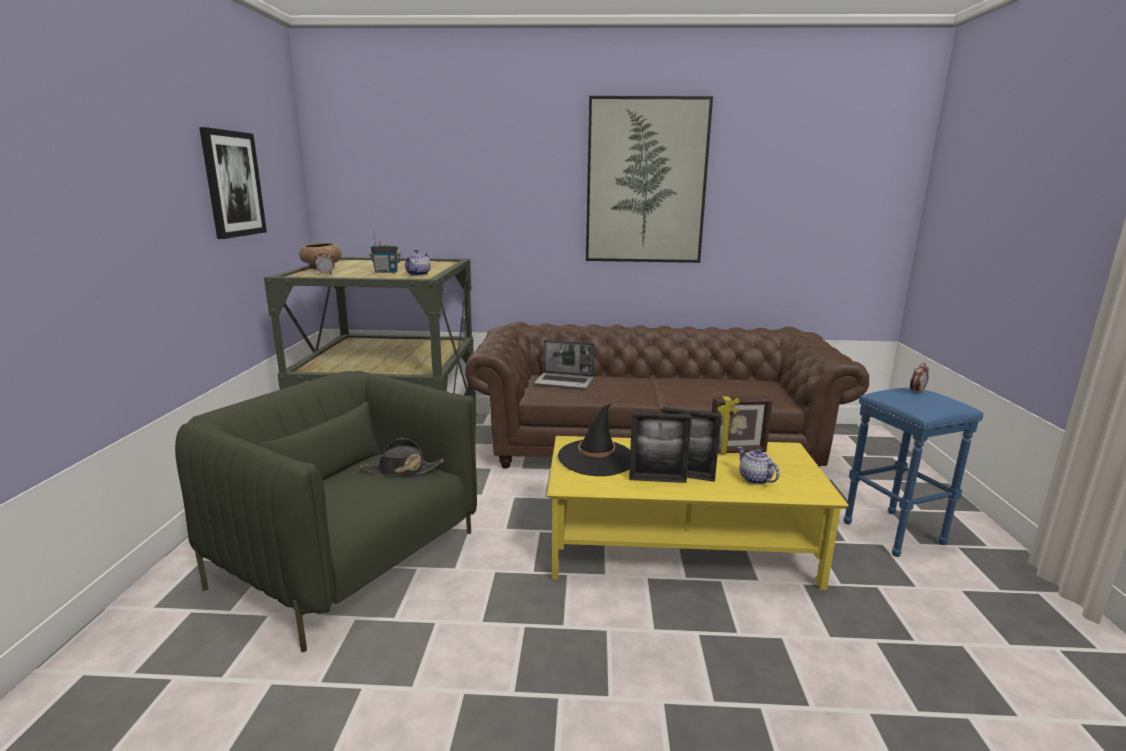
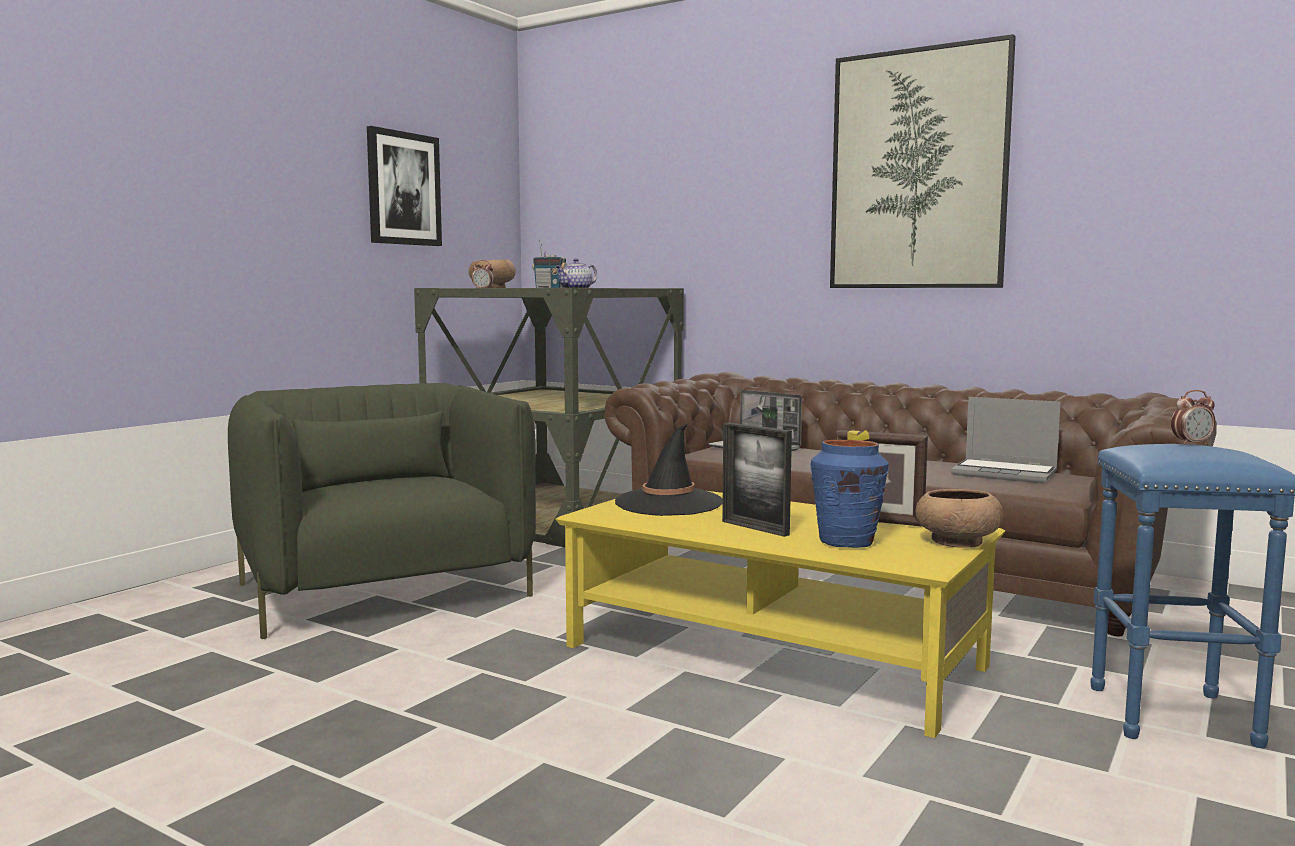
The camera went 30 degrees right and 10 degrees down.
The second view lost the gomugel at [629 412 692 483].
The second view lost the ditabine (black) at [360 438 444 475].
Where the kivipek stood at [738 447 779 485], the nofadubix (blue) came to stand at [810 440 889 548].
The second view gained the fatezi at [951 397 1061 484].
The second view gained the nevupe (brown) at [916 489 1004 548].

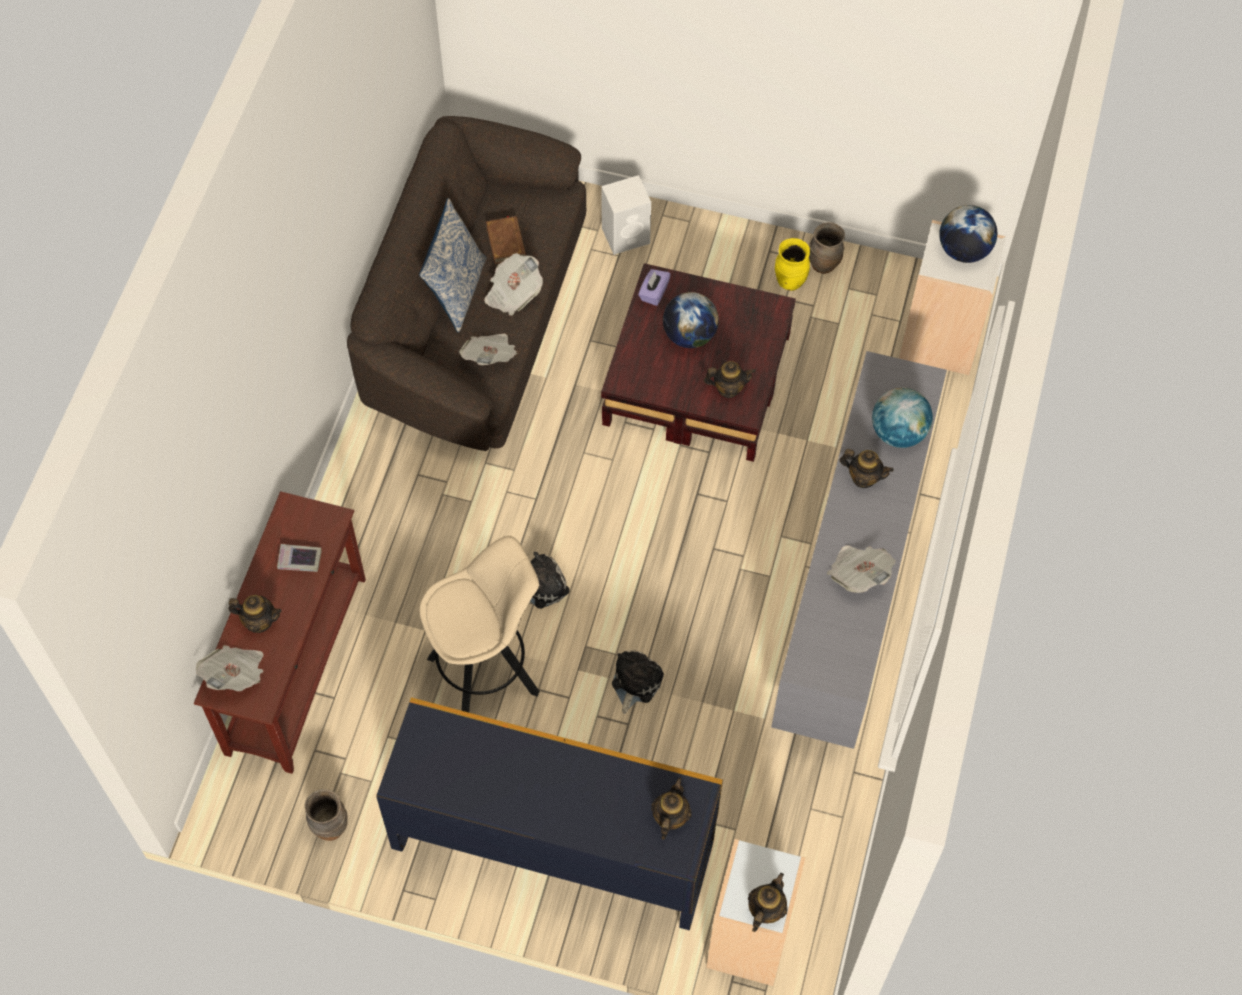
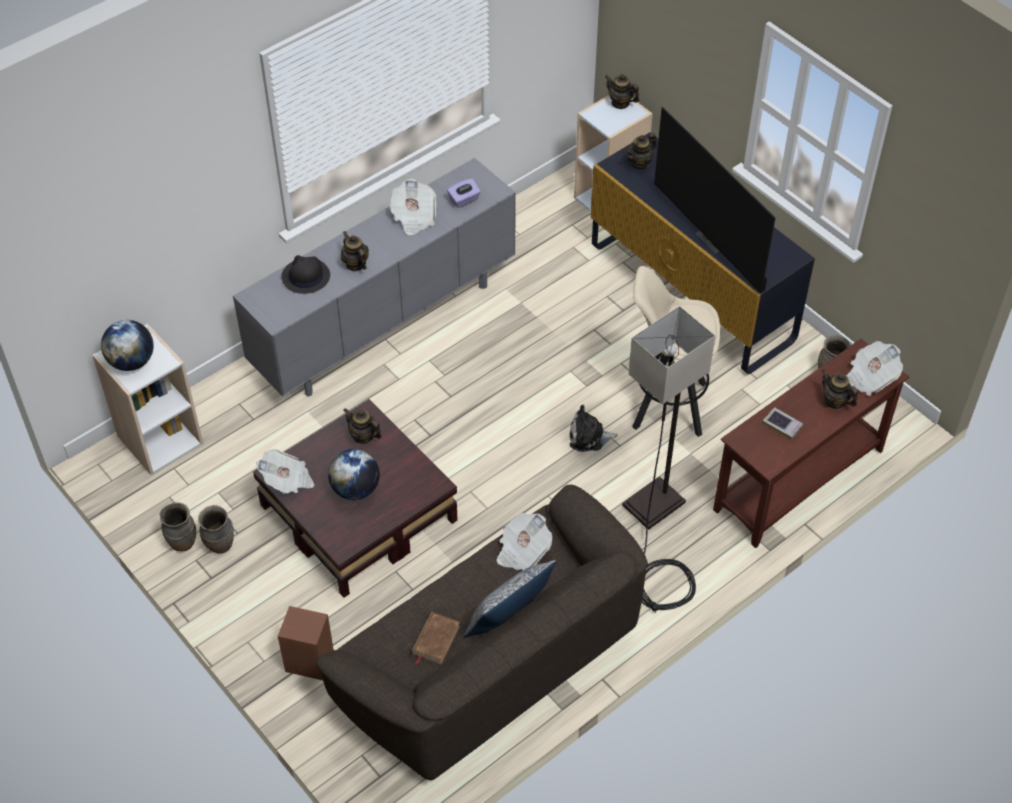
The camera went 145 degrees left and 10 degrees down.
What was the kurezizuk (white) at [601 175 651 255] turned into the kurezizuk (brown) at [278 606 334 680].
What was the nofadubix (yellow) at [775 238 810 291] turned into the nofadubix (brown) at [198 505 234 553].
The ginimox ended up elsewhere, having gone from [484 253 543 316] to [256 449 314 494].
The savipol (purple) ended up elsewhere, having gone from [638 269 671 306] to [447 178 481 208].
Where the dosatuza stood at [872 388 933 448], the ditabine (black) came to stand at [281 255 330 294].
The second view lost the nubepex at [612 650 664 714].
The kivipek at [748 873 788 932] ended up facing another way, 60 degrees clockwise from before.
The second view gained the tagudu at [654 107 775 293].
The second view gained the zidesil at [622 306 715 613].

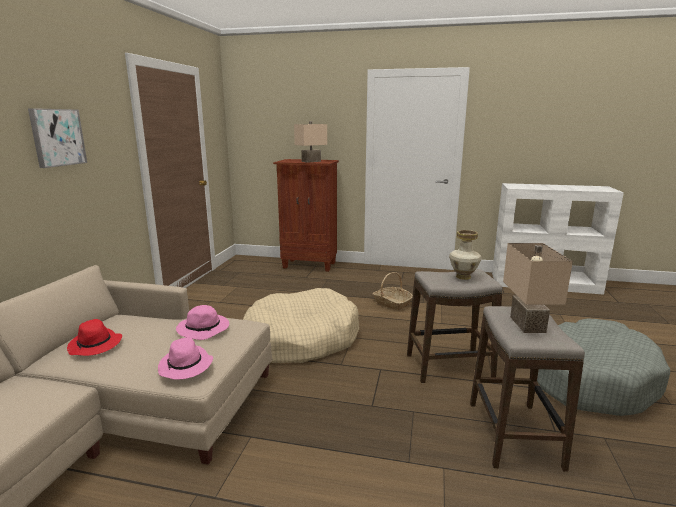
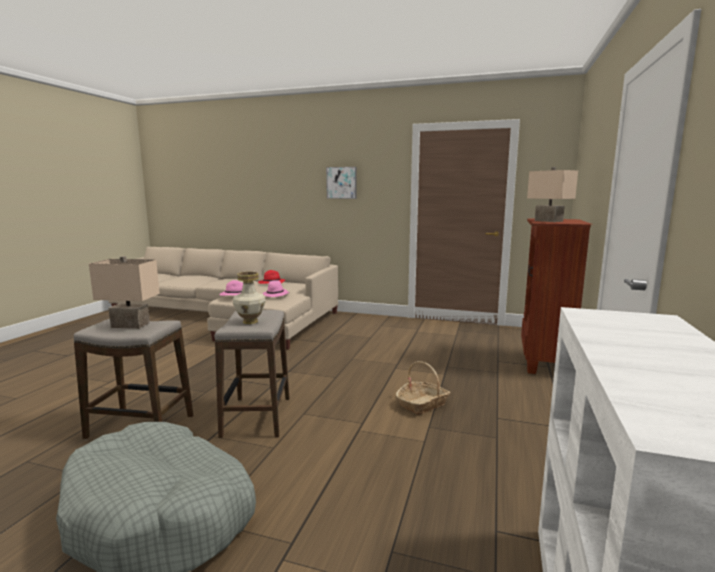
The camera went 95 degrees right and 5 degrees down.
The second view lost the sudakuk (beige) at [243 288 359 363].

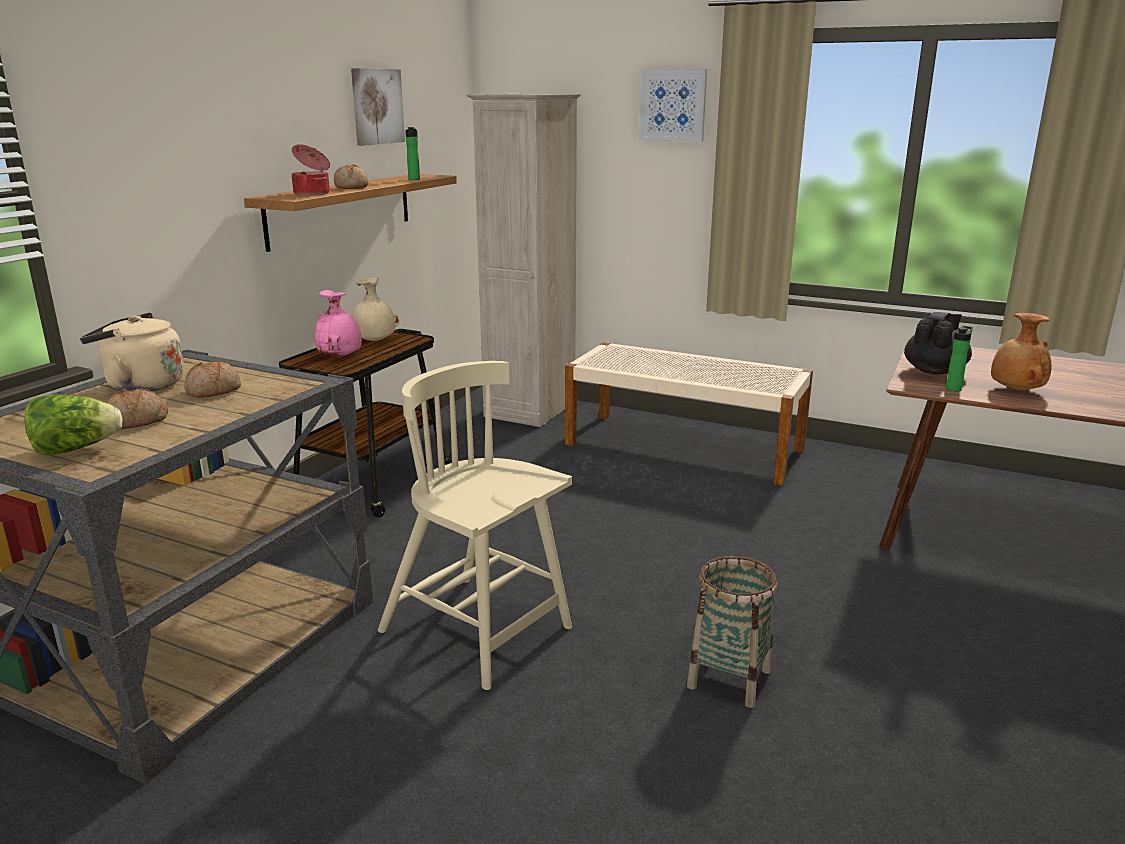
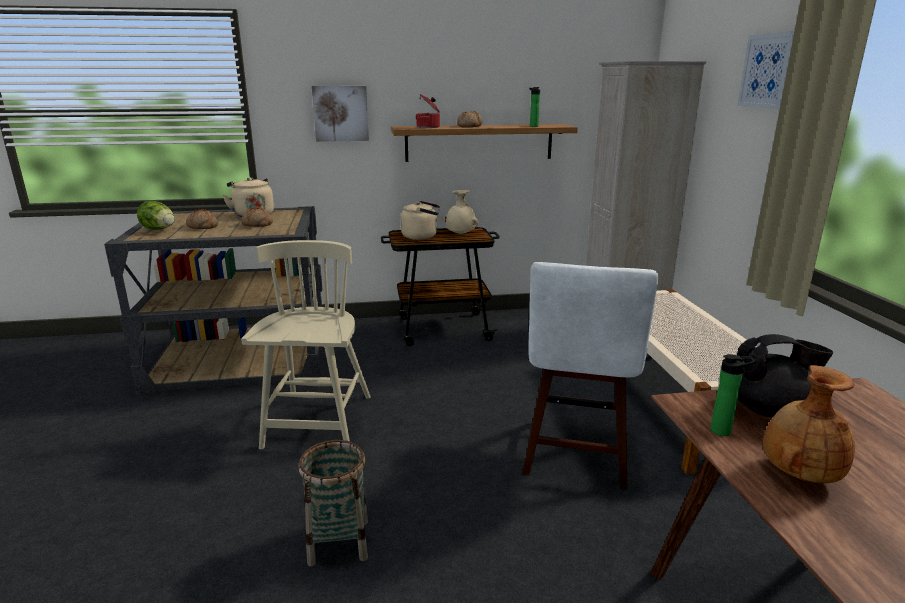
The camera went 55 degrees right and 0 degrees up.
The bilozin ended up elsewhere, having gone from [351 68 405 146] to [312 86 369 142].
Where the nofadubix (pink) stood at [315 290 362 357], the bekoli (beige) came to stand at [401 201 440 240].
The second view gained the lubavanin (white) at [522 262 658 490].

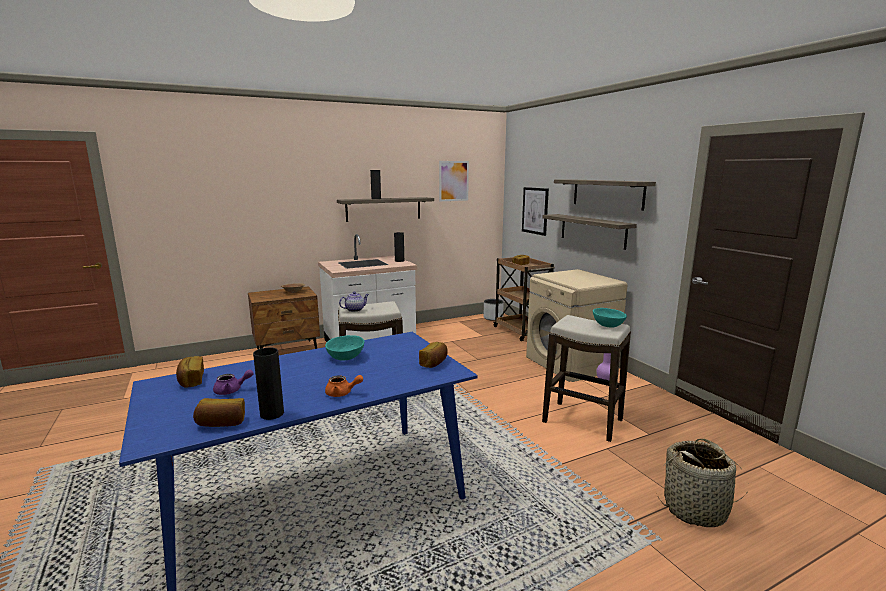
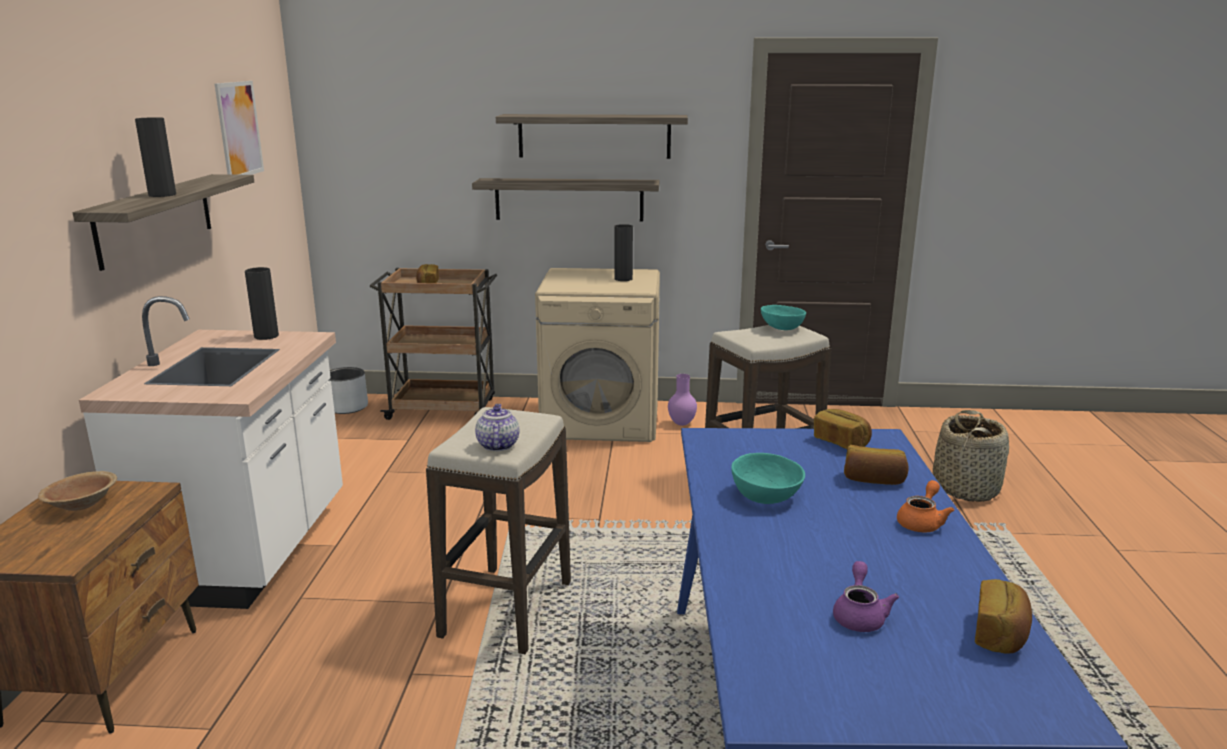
The camera went 60 degrees left and 5 degrees up.
The second view lost the bilozin at [522 187 549 236].
The nofadubix (black) ended up elsewhere, having gone from [253 347 284 420] to [614 224 633 281].
The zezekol ended up elsewhere, having gone from [176 356 204 388] to [844 445 908 485].

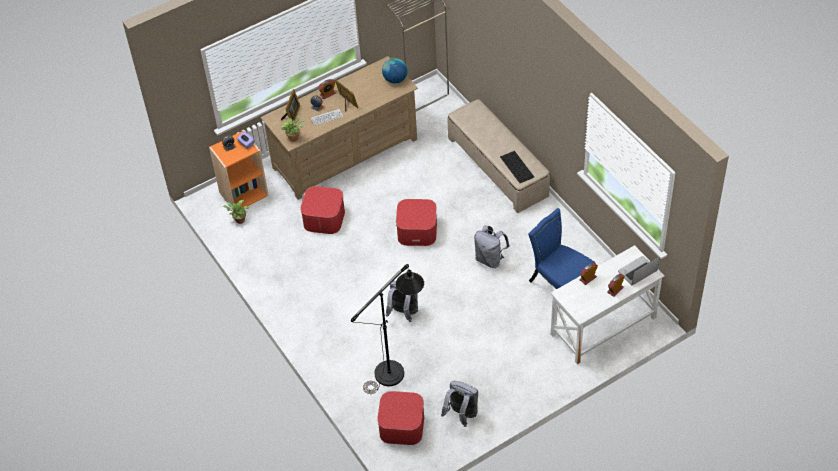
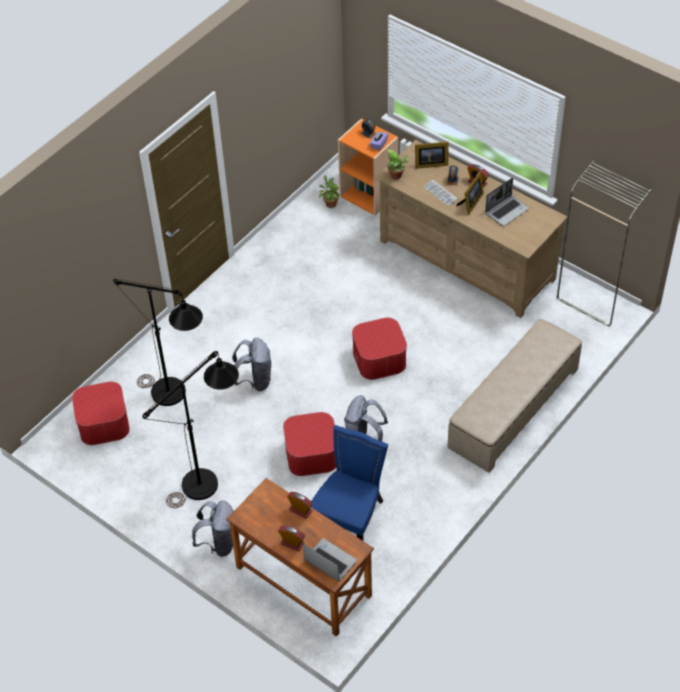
The camera went 70 degrees right and 0 degrees up.
The second view lost the dosatuza at [382 58 408 84].
The second view lost the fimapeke at [500 151 534 183].
The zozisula ended up elsewhere, having gone from [300 186 345 234] to [283 412 336 476].
What was the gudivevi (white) at [551 245 665 364] turned into the gudivevi (brown) at [226 478 374 637].
The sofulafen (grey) ended up elsewhere, having gone from [441 381 478 427] to [192 501 233 557].
The second view gained the fatezi at [485 178 529 226].
The second view gained the zidesil (black) at [142 351 239 508].

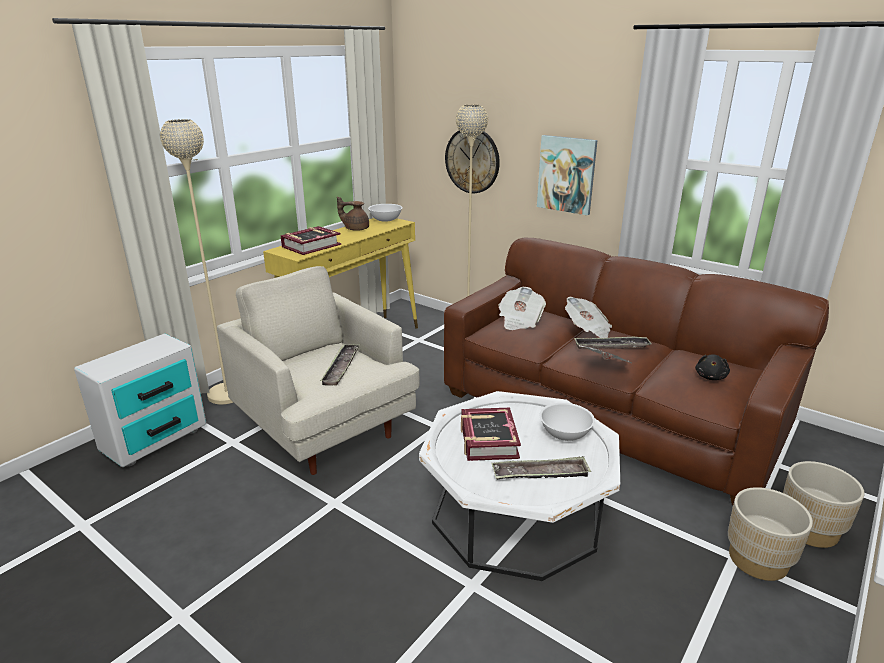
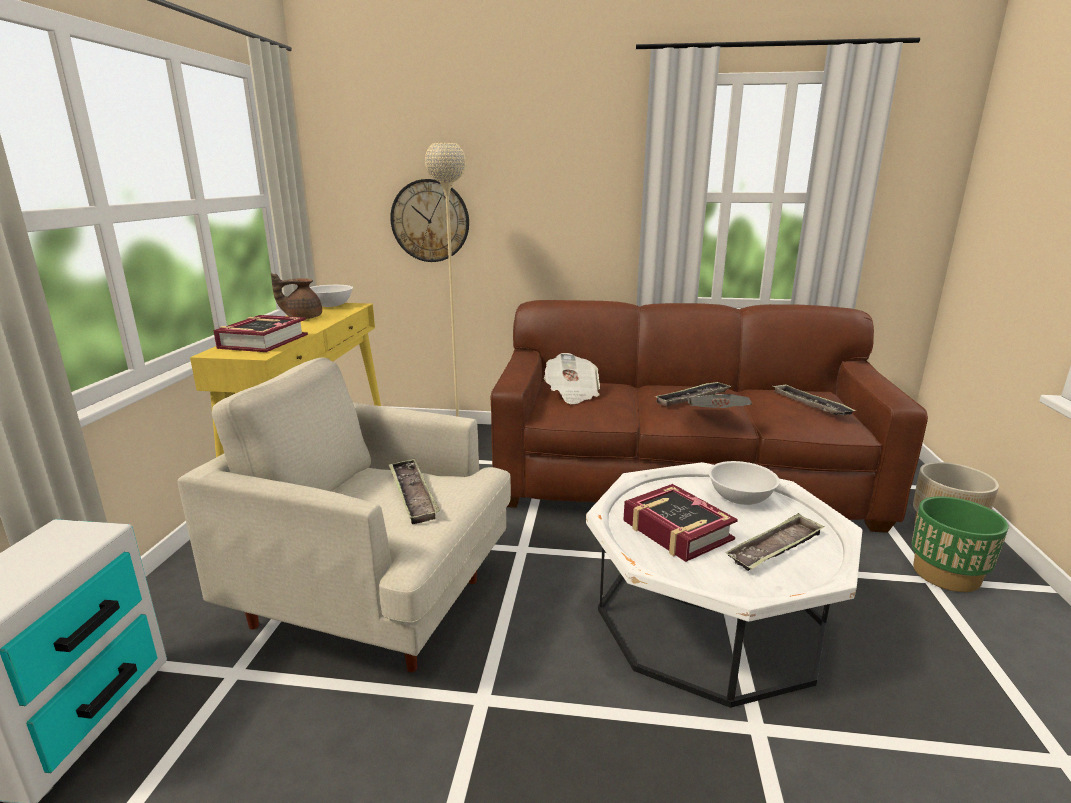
The camera went 30 degrees left and 5 degrees down.
The second view lost the zidesil (beige) at [160 119 234 404].
The second view lost the bilozin at [537 135 598 216].
The second view lost the ginimox at [565 297 612 338].
Where the nubepex (black) stood at [695 354 730 380], the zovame came to stand at [772 384 856 415].
What was the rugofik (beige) at [728 487 813 581] turned into the rugofik (green) at [912 496 1009 592].

